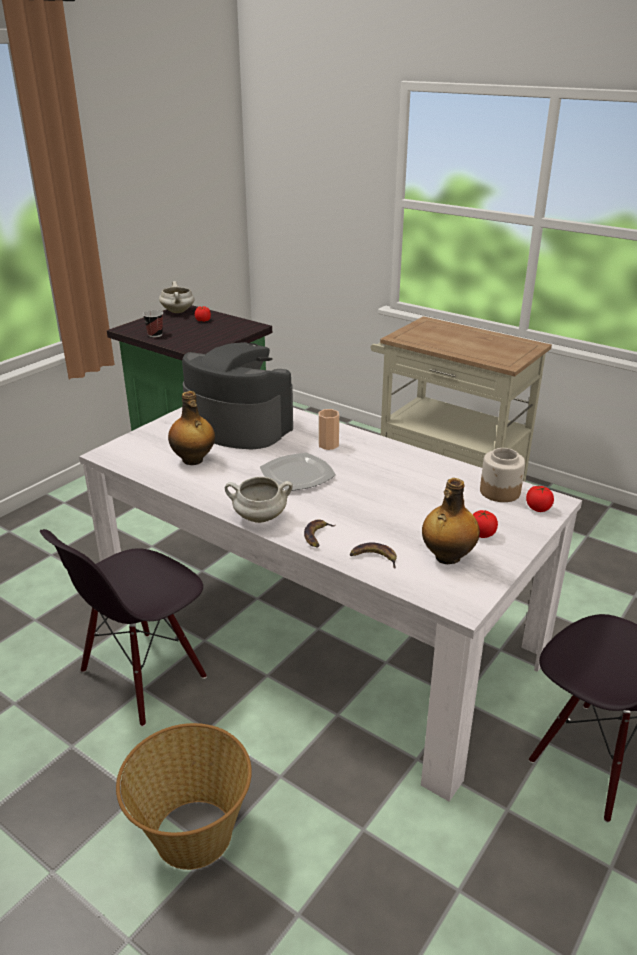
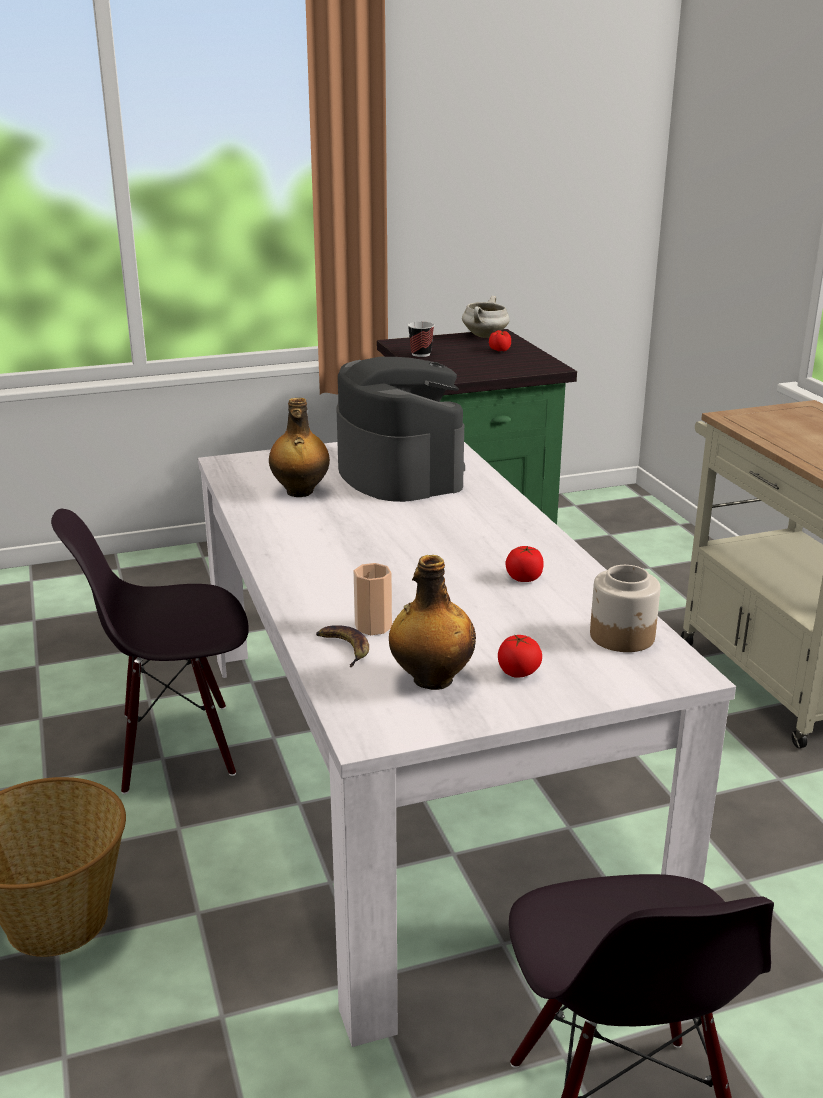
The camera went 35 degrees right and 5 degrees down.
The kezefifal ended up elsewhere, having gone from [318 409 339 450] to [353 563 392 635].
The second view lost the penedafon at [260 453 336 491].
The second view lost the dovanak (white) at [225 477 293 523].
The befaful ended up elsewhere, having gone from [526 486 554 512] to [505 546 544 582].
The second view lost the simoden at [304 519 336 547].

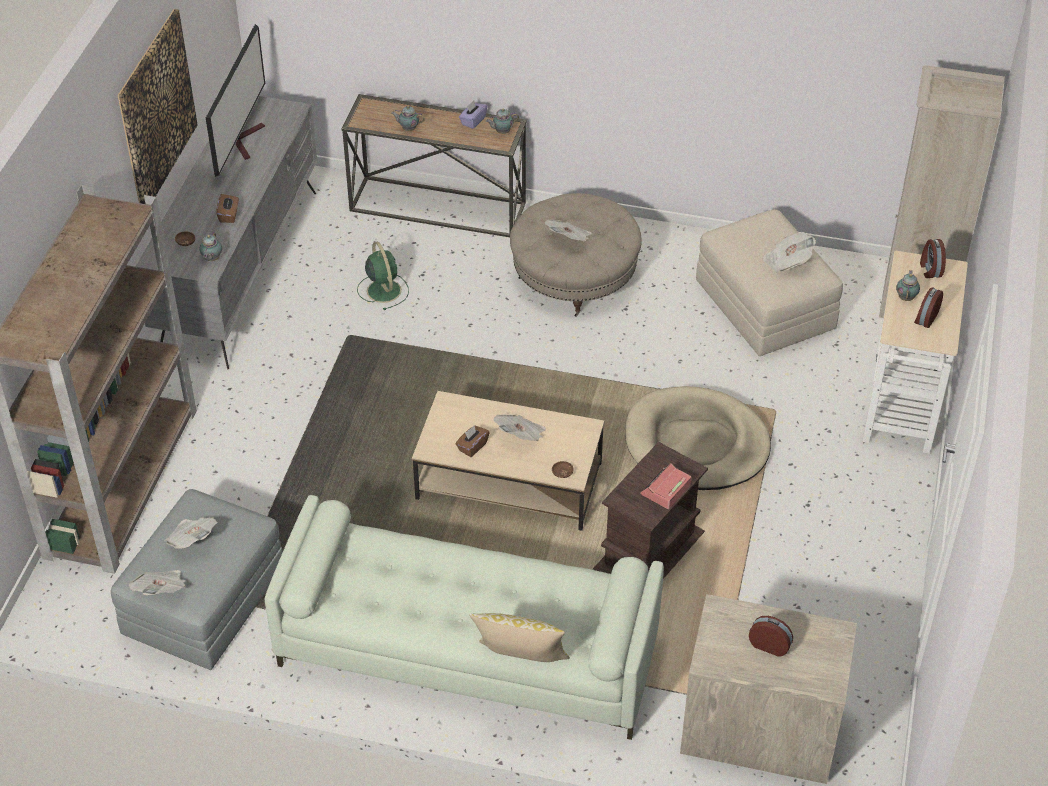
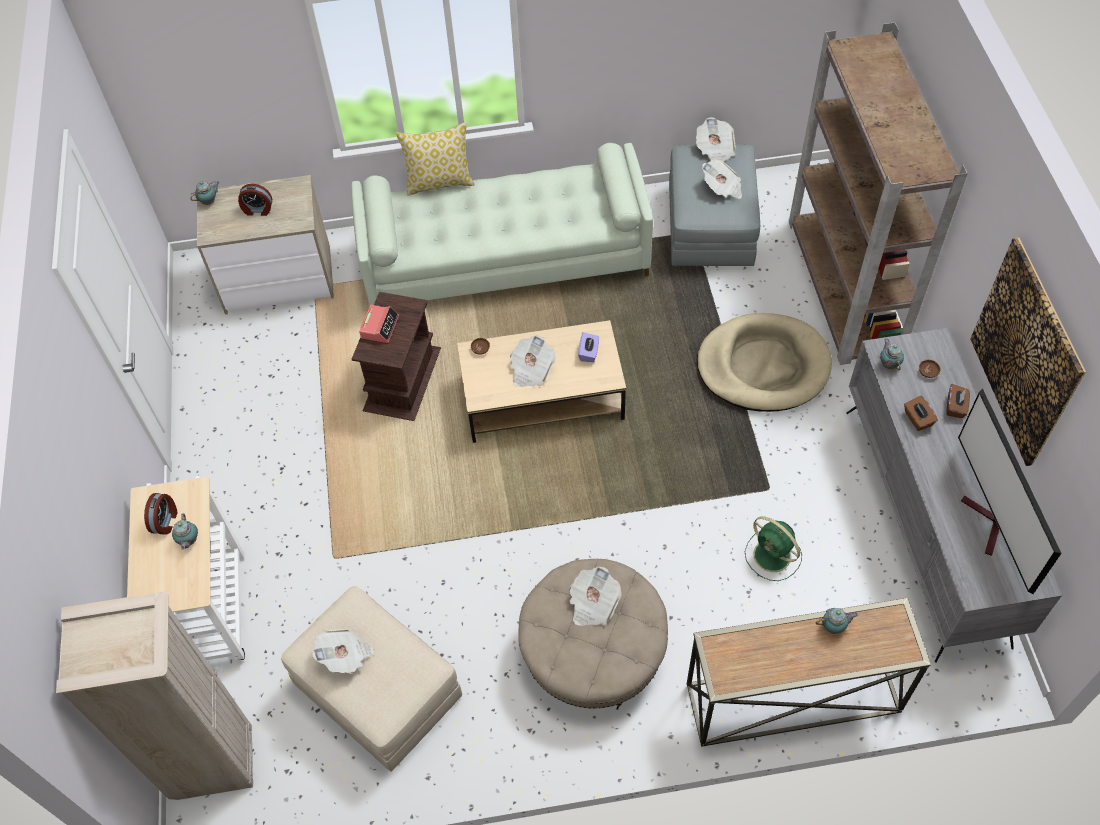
The camera went 160 degrees right and 10 degrees up.
The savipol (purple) ended up elsewhere, having gone from [459 101 487 129] to [578 332 599 362].
The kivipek ended up elsewhere, having gone from [486 109 519 134] to [190 181 220 205].
The second view lost the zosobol at [920 239 946 278].
The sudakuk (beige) ended up elsewhere, having gone from [625 386 771 490] to [697 313 832 412].
The savipol (brown) ended up elsewhere, having gone from [455 425 490 457] to [946 384 970 418].

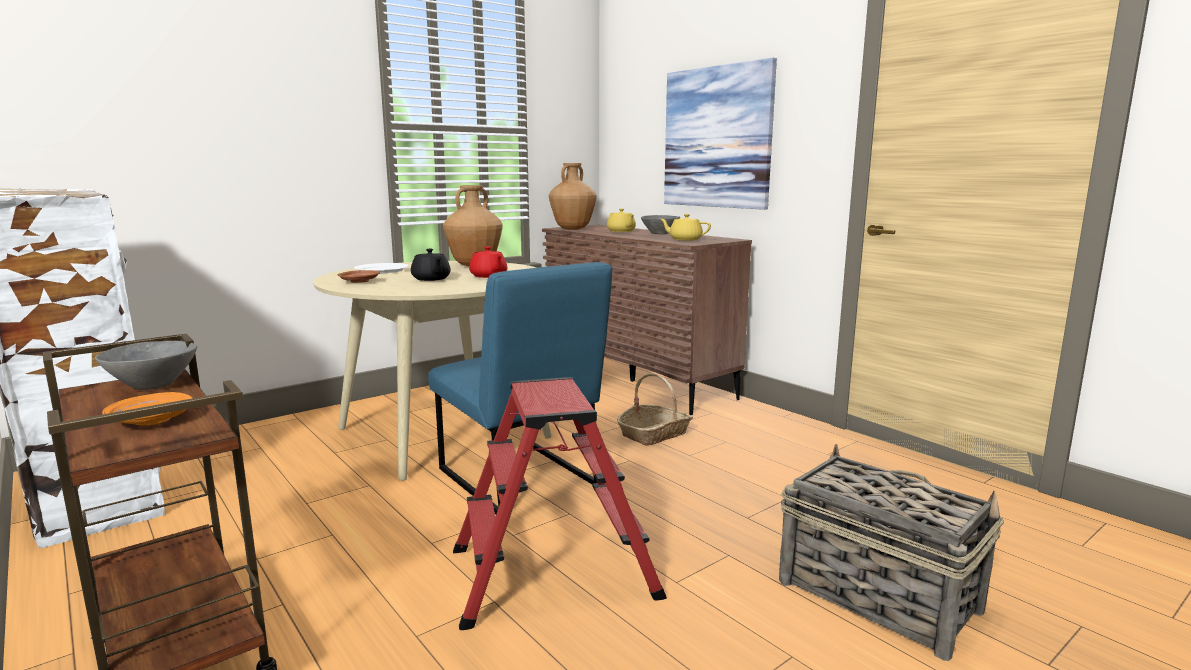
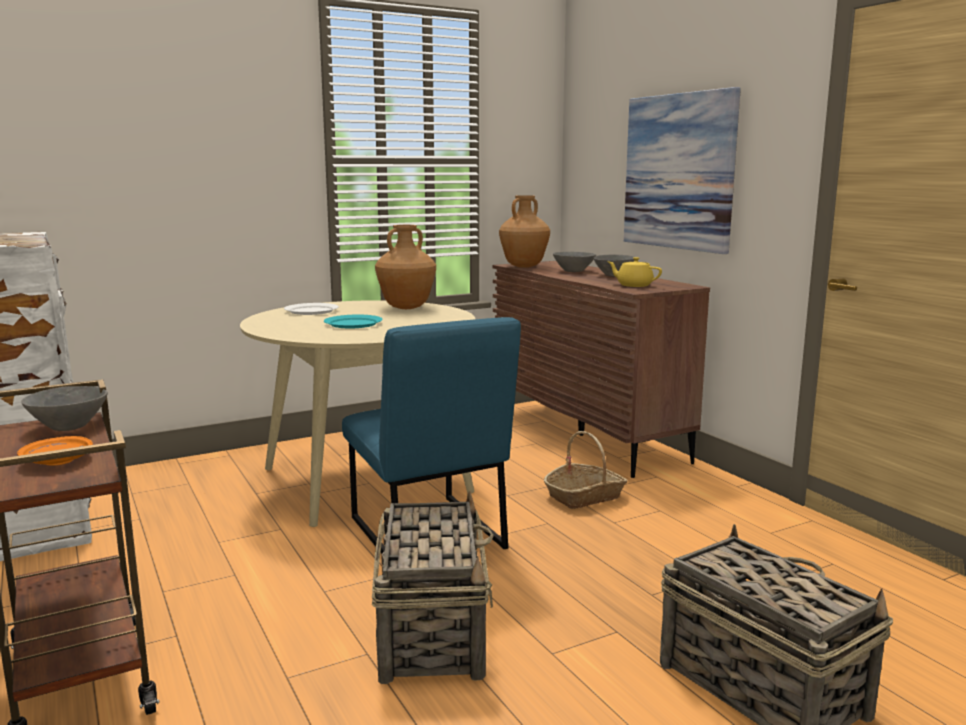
The camera went 10 degrees right and 0 degrees up.
Where the kivipek (yellow) stood at [607 208 636 232], the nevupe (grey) came to stand at [553 252 596 272].
The second view lost the kivipek (red) at [469 246 507 278].
Where the kivipek (black) stood at [411 249 451 281], the penedafon (turquoise) came to stand at [324 315 383 328].
The second view lost the penedafon (brown) at [338 270 380 283].
Where the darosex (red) stood at [453 377 667 630], the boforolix came to stand at [372 491 494 684].

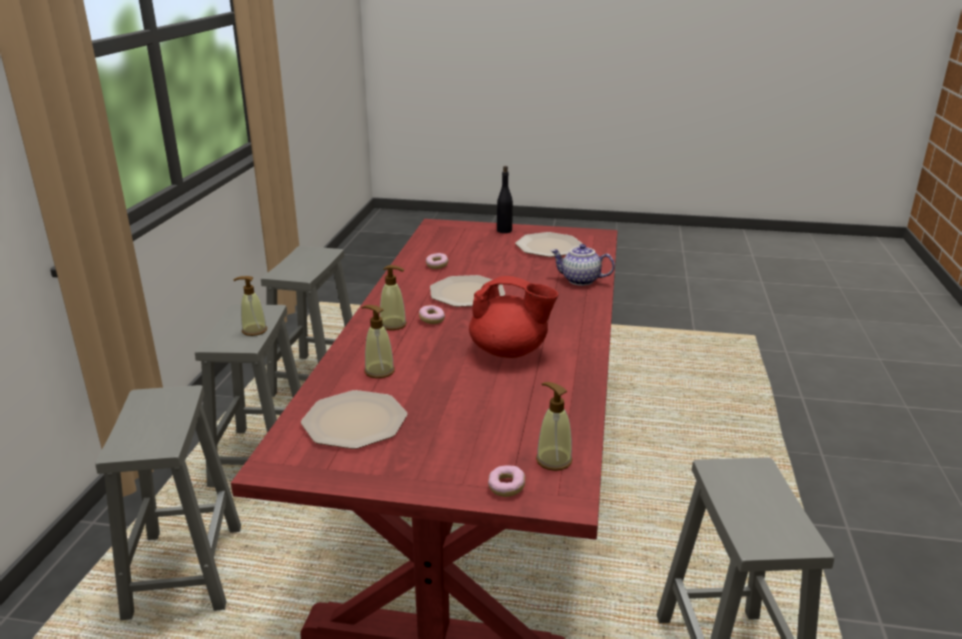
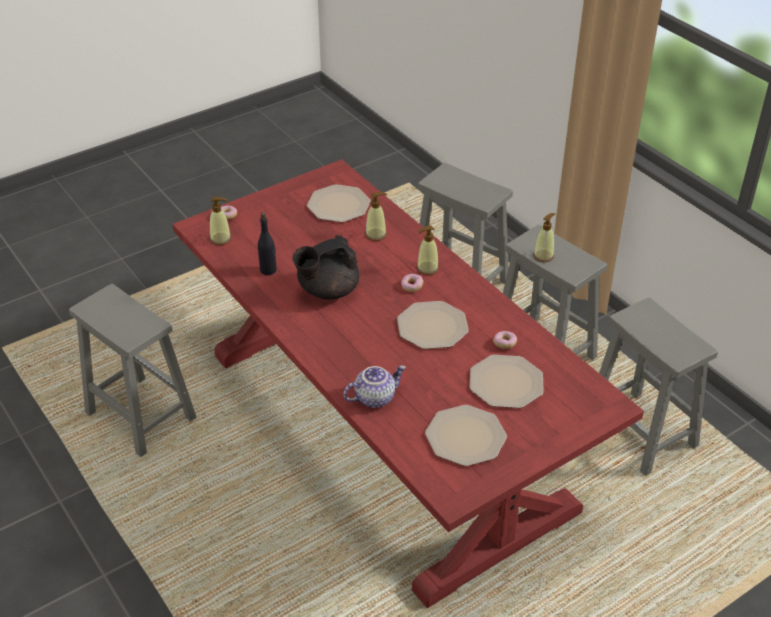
The camera went 135 degrees right and 15 degrees up.
The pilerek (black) ended up elsewhere, having gone from [497 166 513 233] to [258 212 277 275].
What was the kivipek (red) at [469 276 558 358] turned into the kivipek (black) at [292 235 360 299].
The second view gained the penedafon at [470 355 544 408].

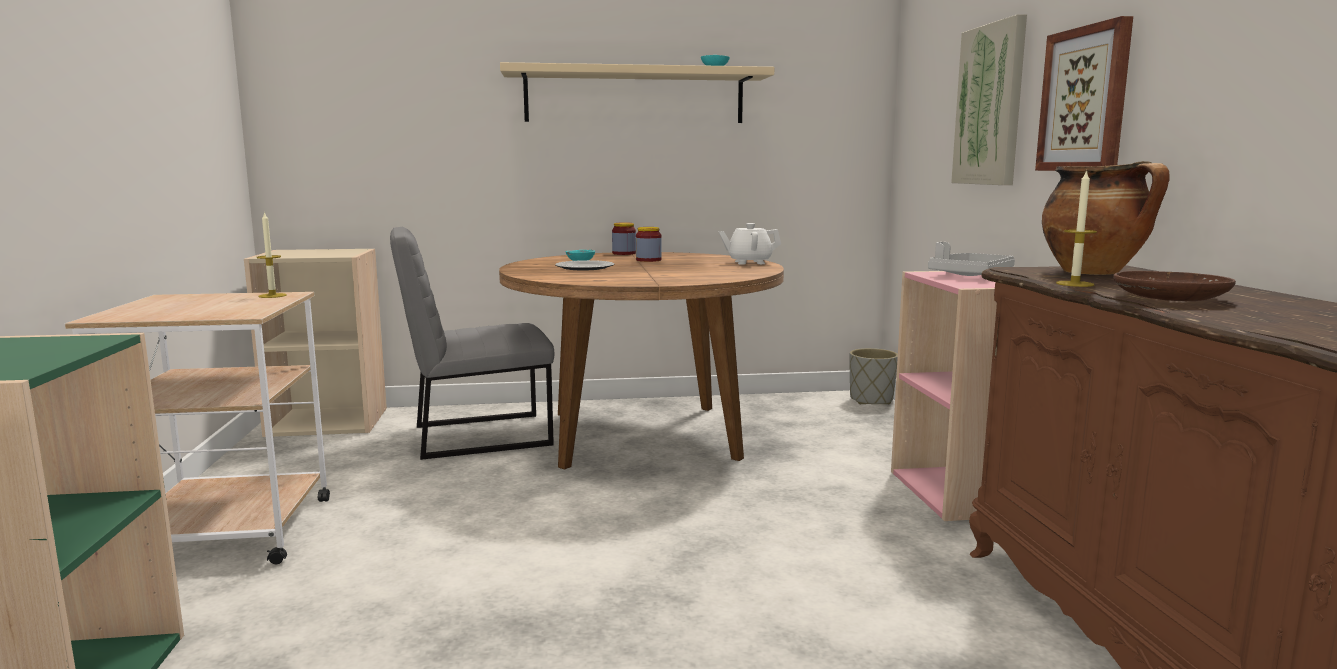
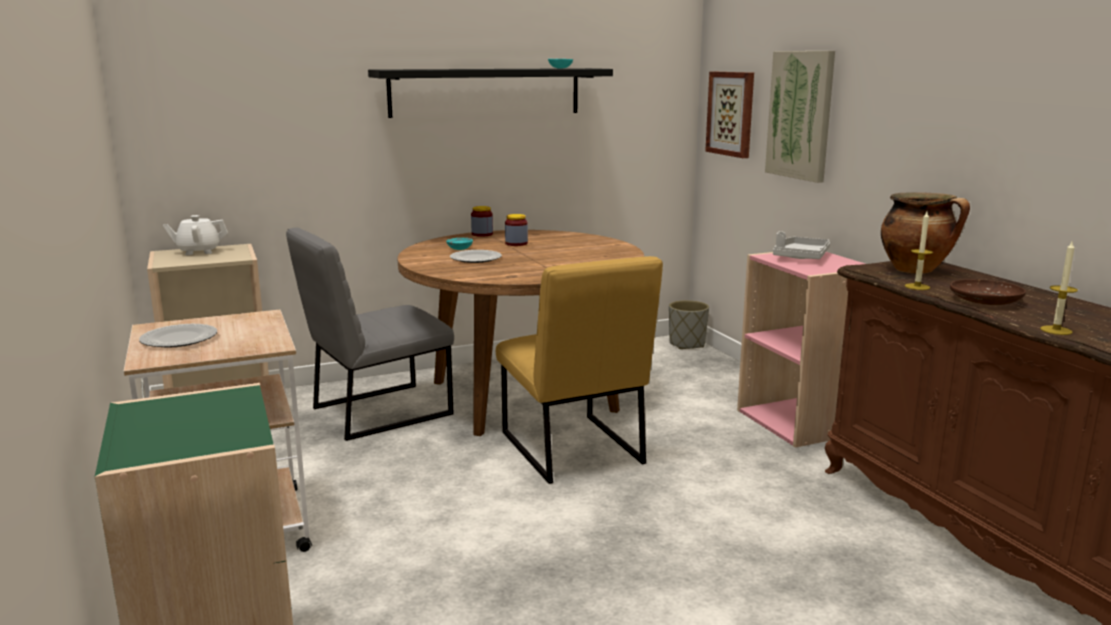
The camera went 15 degrees left and 5 degrees up.
The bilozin ended up elsewhere, having gone from [1035 16 1133 171] to [705 72 754 158].
What was the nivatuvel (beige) at [500 62 774 123] turned into the nivatuvel (black) at [368 68 613 118].
The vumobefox ended up elsewhere, having gone from [257 212 287 298] to [1040 242 1078 335].
The kivipek (white) ended up elsewhere, having gone from [719 223 781 265] to [163 215 228 255].
The second view gained the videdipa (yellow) at [496 256 663 484].
The second view gained the penedafon at [139 324 217 348].

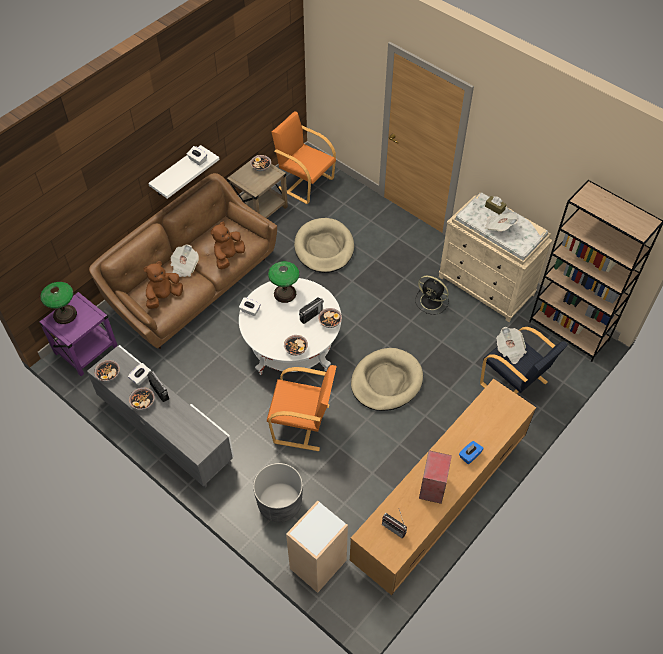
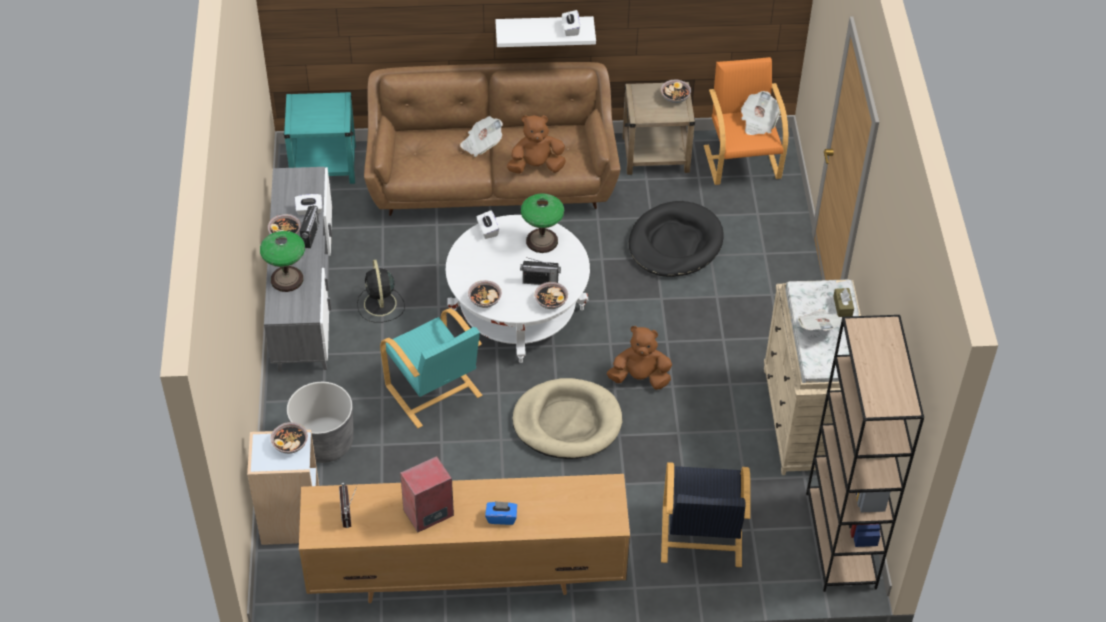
The camera went 45 degrees right and 5 degrees down.
What was the sudakuk (beige) at [294 218 354 273] turned into the sudakuk (black) at [628 201 724 277].
The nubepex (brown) ended up elsewhere, having gone from [144 261 183 309] to [607 326 672 390].
The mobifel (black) ended up elsewhere, having gone from [415 276 449 315] to [357 260 405 323].
The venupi ended up elsewhere, having gone from [40 282 77 324] to [260 231 305 292].
What was the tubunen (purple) at [39 292 118 376] turned into the tubunen (turquoise) at [283 92 356 184].
The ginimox ended up elsewhere, having gone from [496 327 527 364] to [741 91 780 135].
The nevupe ended up elsewhere, having gone from [94 360 120 382] to [270 422 308 454].
What was the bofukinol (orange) at [267 365 337 451] turned into the bofukinol (turquoise) at [380 308 482 428].

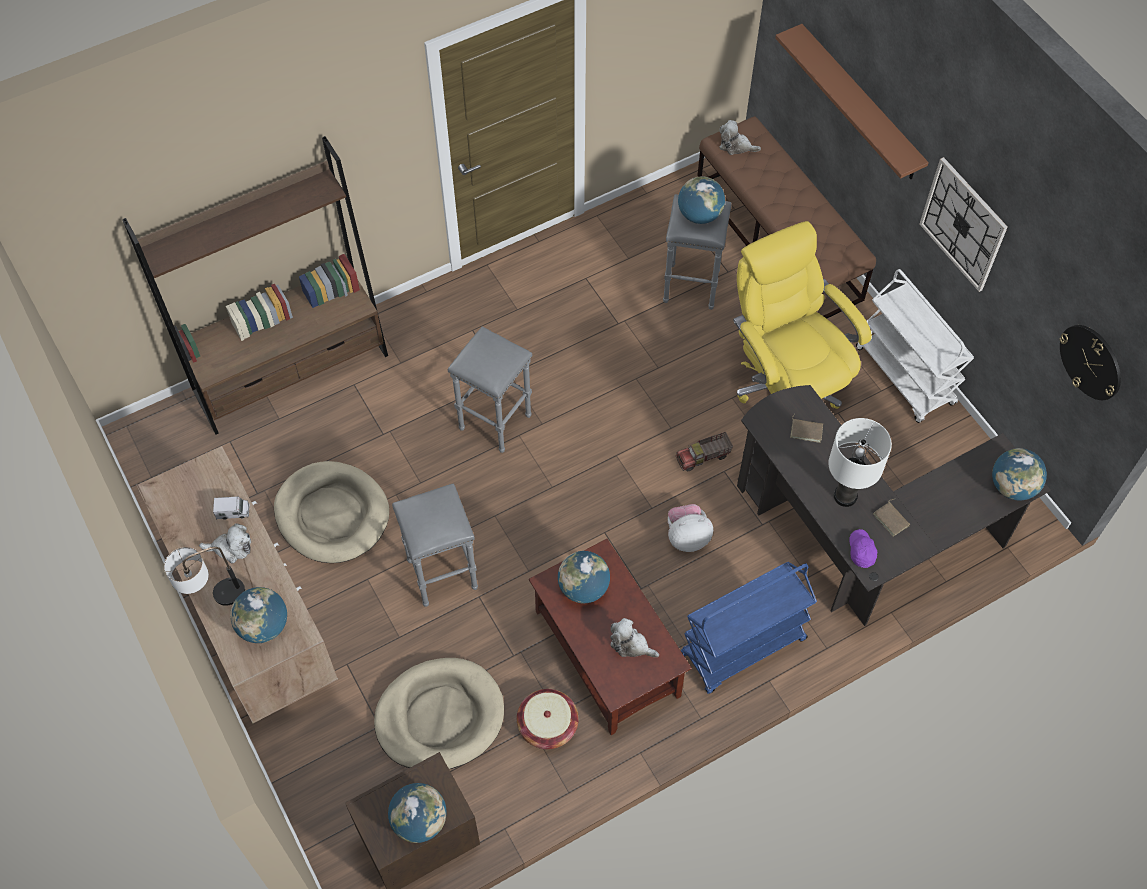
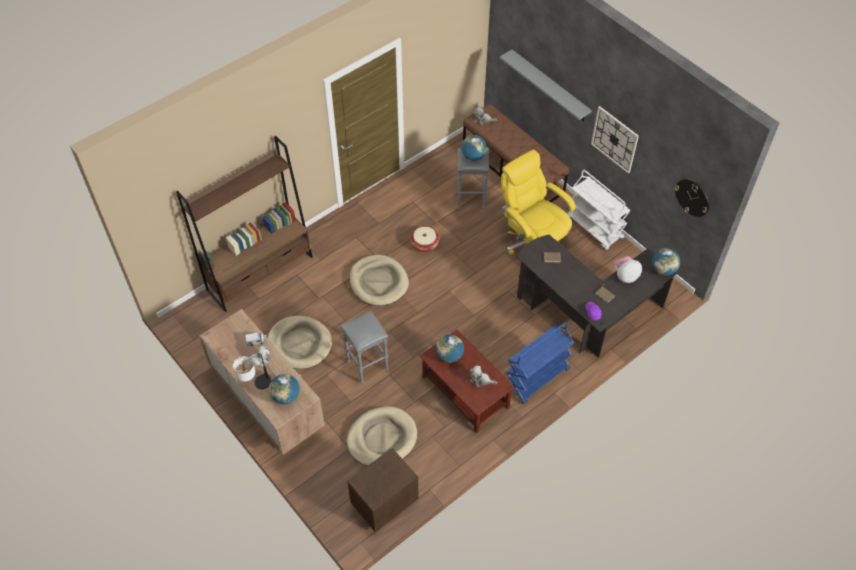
The camera went 10 degrees left and 5 degrees down.
What was the nivatuvel (brown) at [775 24 929 179] turned into the nivatuvel (grey) at [500 49 592 121].
Where the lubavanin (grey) stood at [447 327 532 453], the sudakuk (beige) came to stand at [350 255 409 306].
The second view lost the venupi (white) at [828 418 892 507].
The second view lost the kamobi at [676 432 733 471].
The nubepex ended up elsewhere, having gone from [668 504 713 552] to [614 256 642 283].
The boforolix ended up elsewhere, having gone from [517 689 579 749] to [410 226 440 252].
The second view lost the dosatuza at [388 783 446 843].

